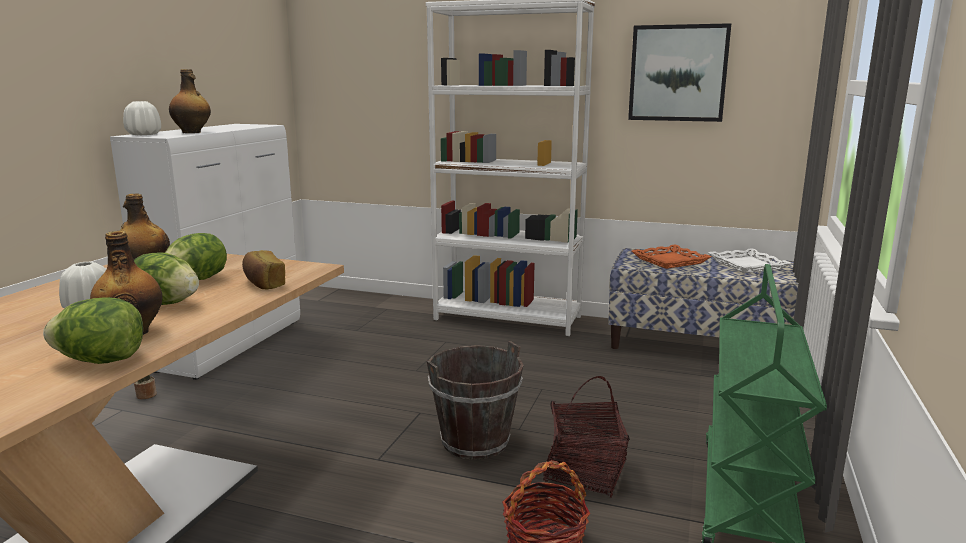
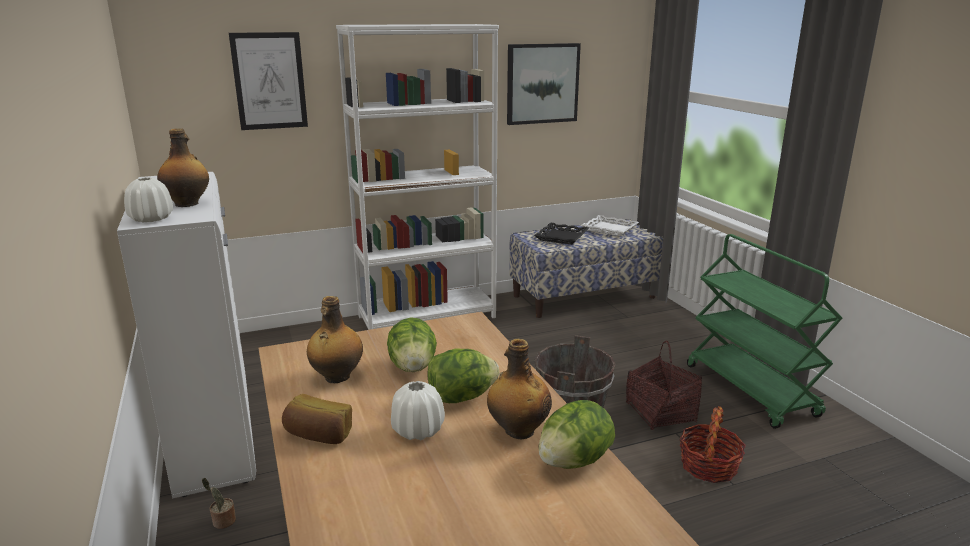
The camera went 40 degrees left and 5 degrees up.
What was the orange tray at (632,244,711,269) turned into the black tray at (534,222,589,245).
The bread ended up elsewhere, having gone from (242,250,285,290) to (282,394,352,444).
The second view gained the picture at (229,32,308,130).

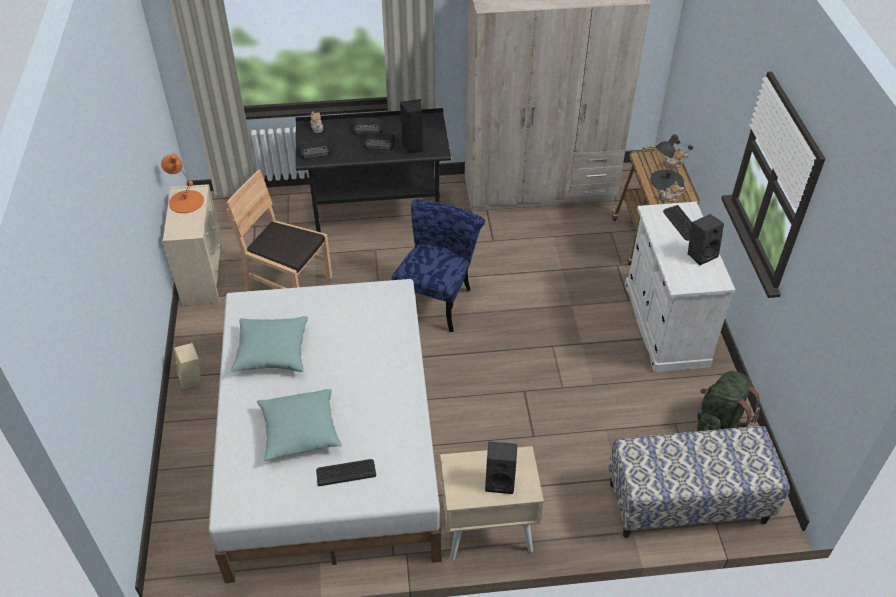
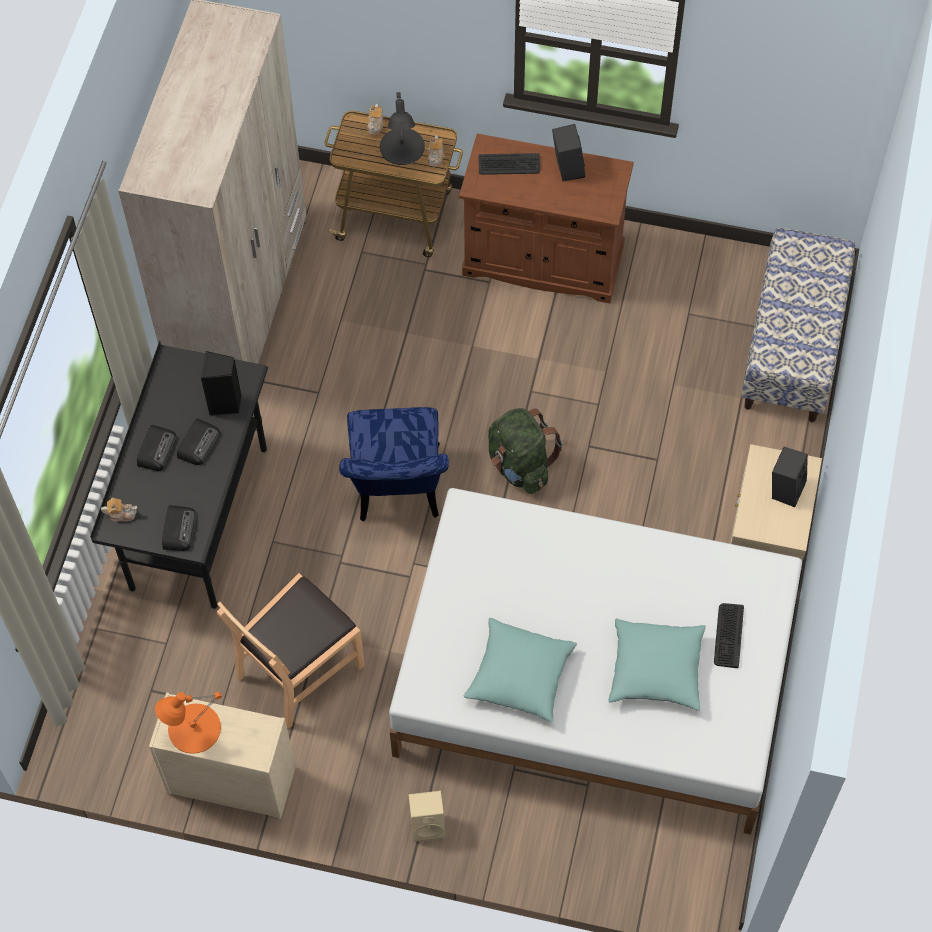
The camera went 70 degrees left and 15 degrees up.
The blue chair at (391,199,485,332) ended up facing another way, 135 degrees counterclockwise from before.
What was the white cabinet at (625,202,735,372) turned into the brown cabinet at (459,134,634,303).
The green backpack ended up elsewhere, having gone from (697,370,760,431) to (488,408,563,494).

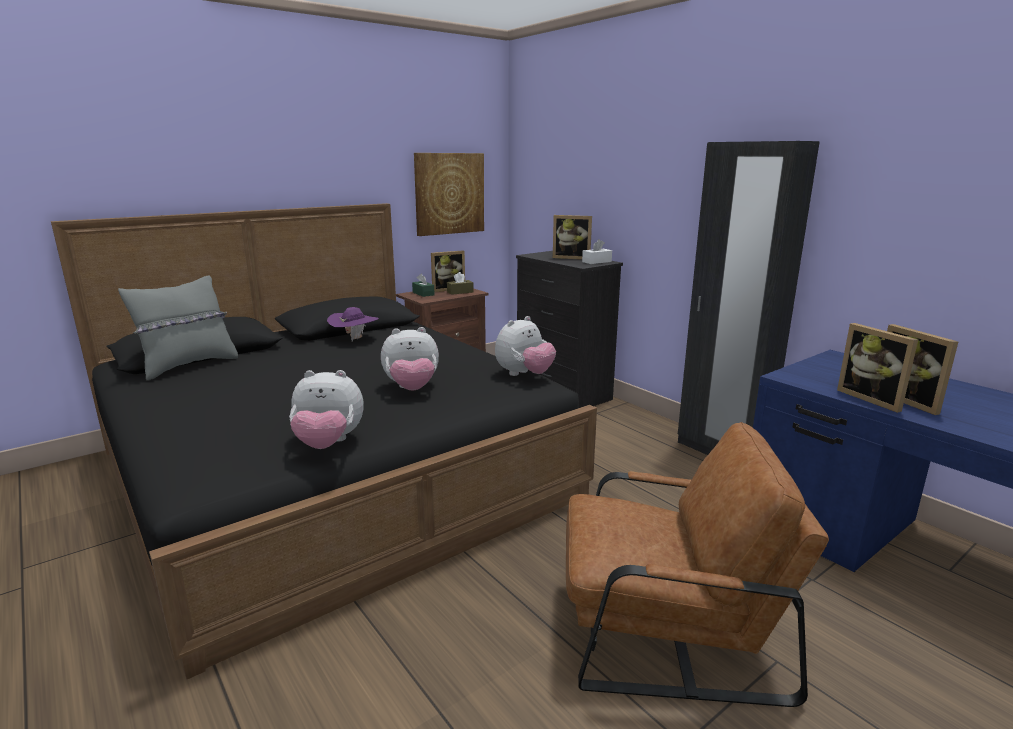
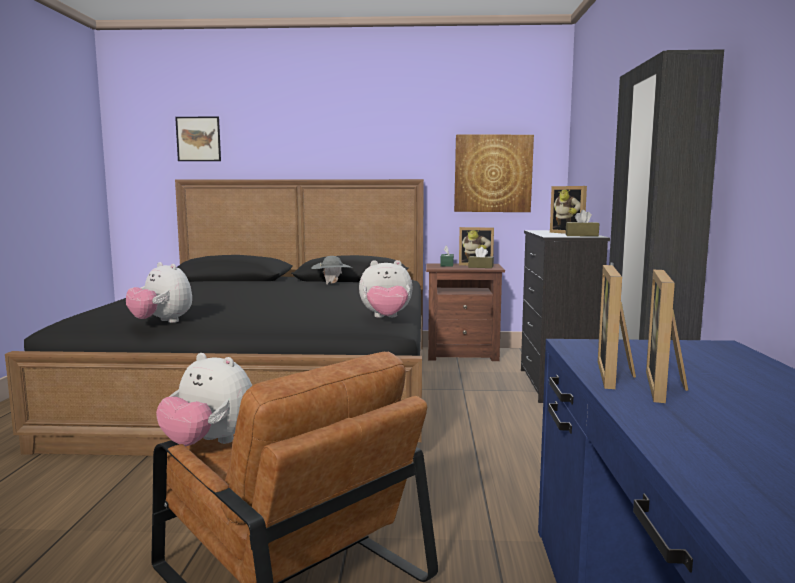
The camera went 40 degrees right and 10 degrees down.
What was the white tissue box at (582,239,612,264) turned into the brown tissue box at (566,210,599,237).
The second view lost the grey pillow at (118,276,238,380).
What was the purple hat at (327,307,379,341) turned into the grey hat at (311,256,352,285).
The plush toy ended up elsewhere, having gone from (381,327,439,390) to (156,353,252,446).
The second view gained the picture at (175,117,221,161).

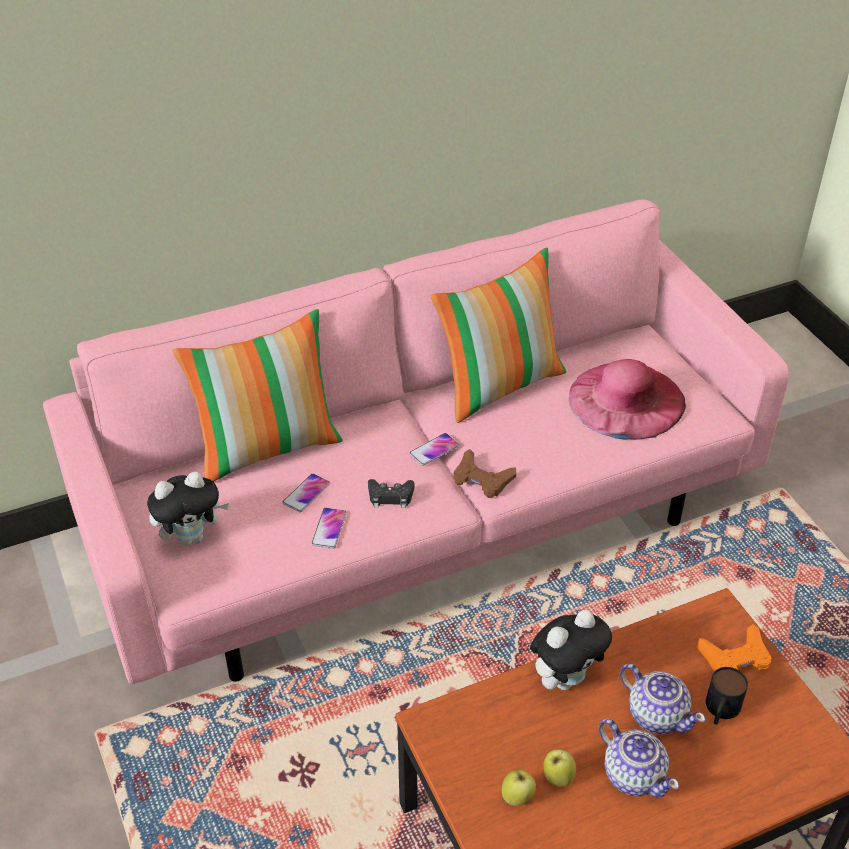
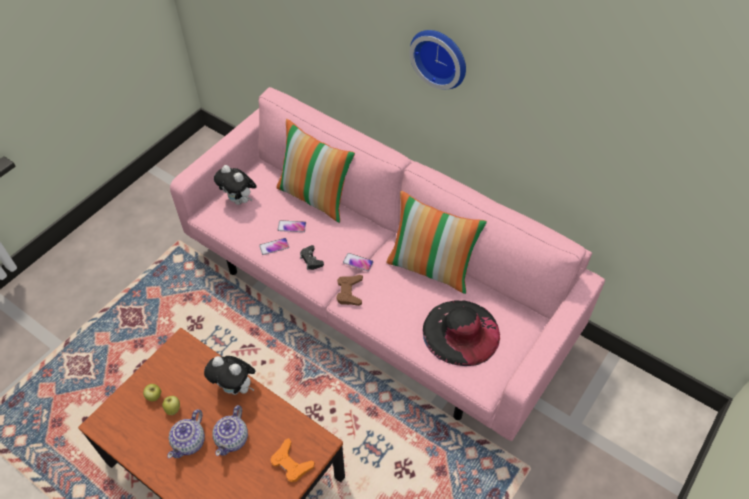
The camera went 60 degrees right and 10 degrees up.
What was the pink hat at (569,359,686,440) turned into the black hat at (423,300,500,366).
The second view lost the mug at (706,667,748,725).
The second view gained the wall clock at (409,30,466,90).

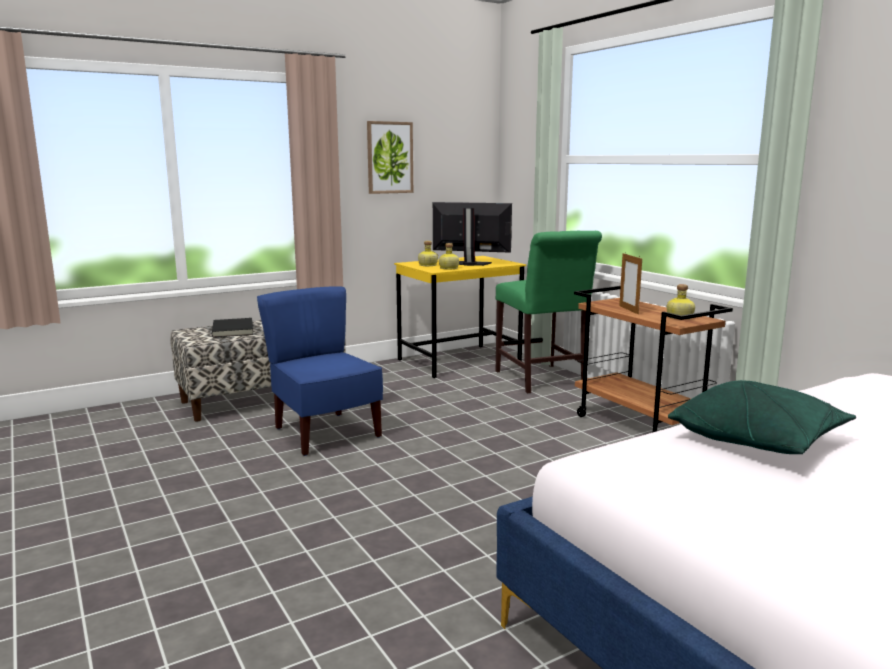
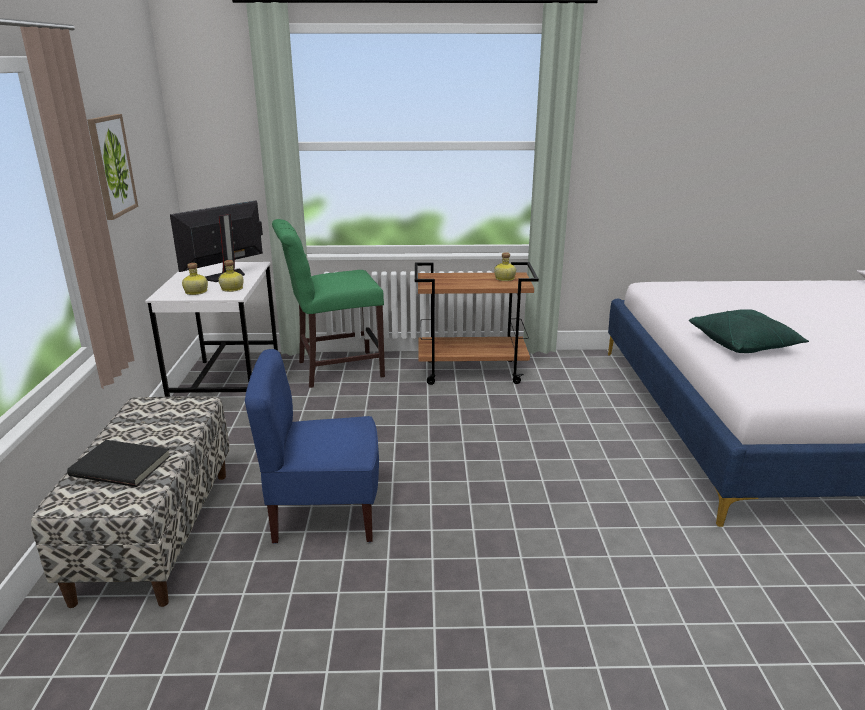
The camera went 60 degrees left and 10 degrees up.
The green chair at (496,230,602,393) ended up facing another way, 150 degrees clockwise from before.
The second view lost the picture frame at (619,253,642,314).
What was the yellow desk at (394,256,526,378) turned into the white desk at (145,262,278,397).

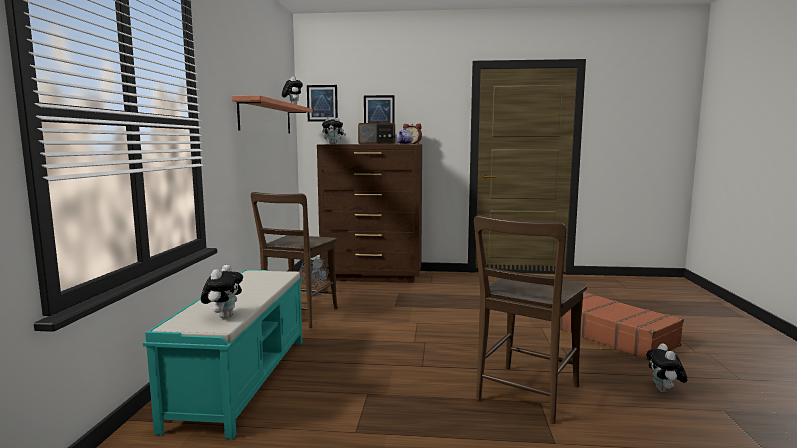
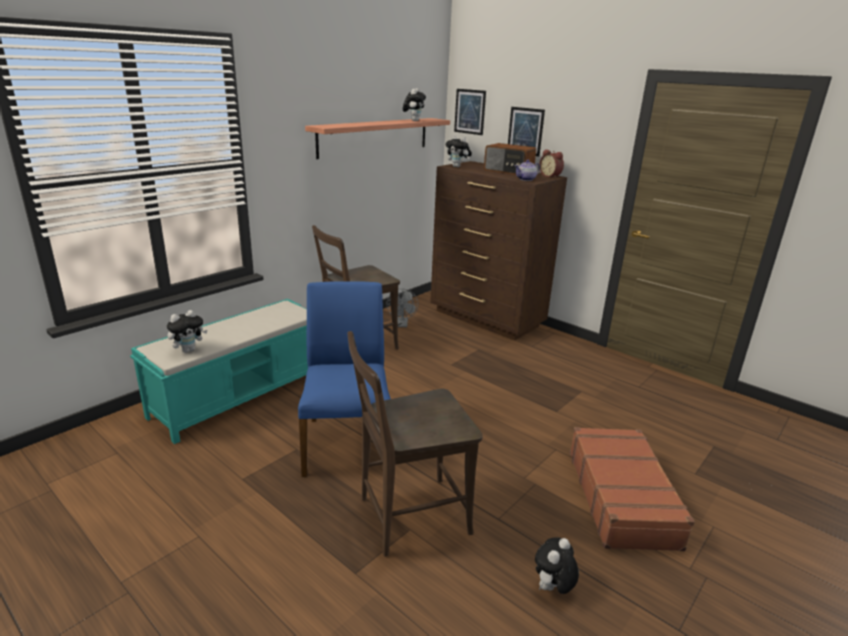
The camera went 35 degrees right and 15 degrees up.
The second view gained the blue chair at (298,281,391,477).

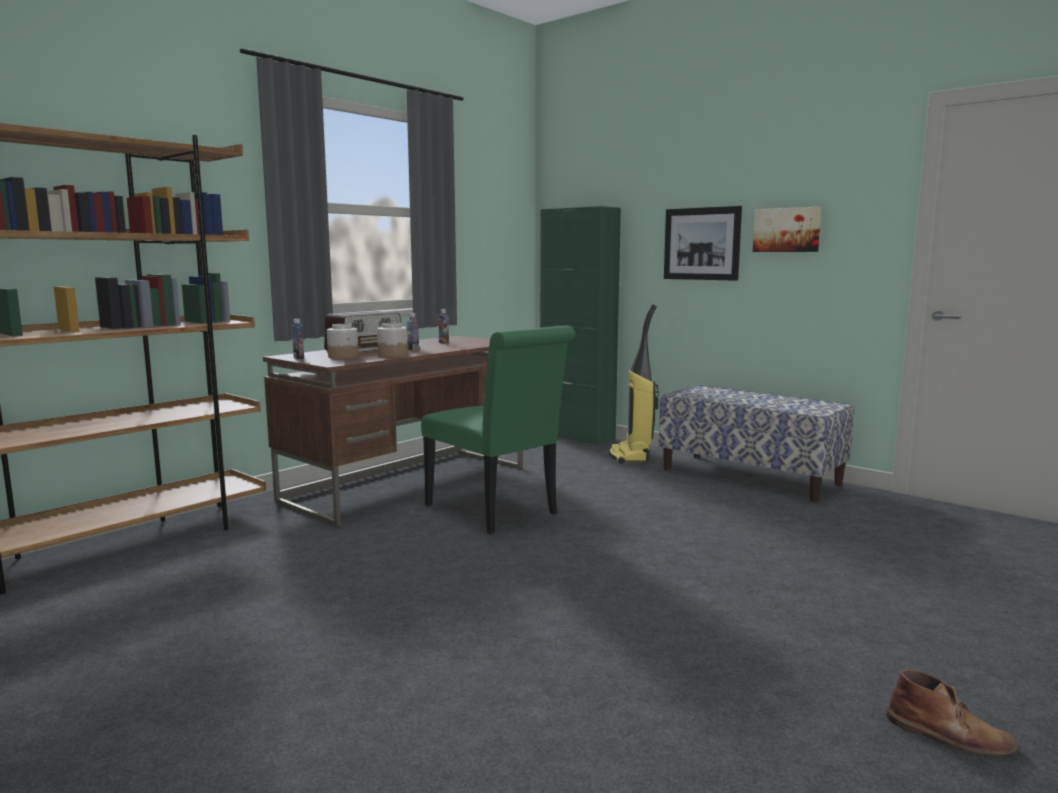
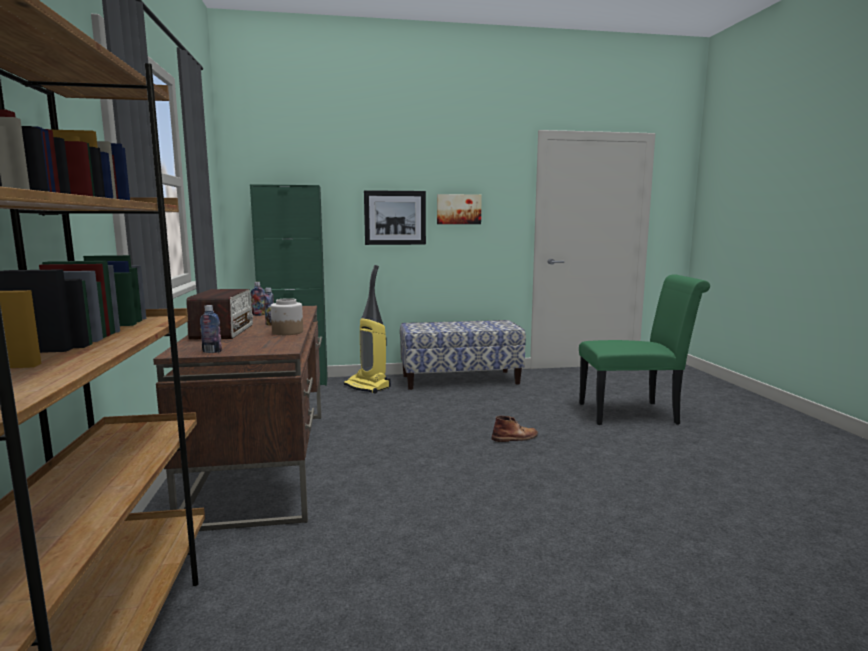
The camera went 50 degrees left and 0 degrees up.
The second view lost the jar at (327,324,359,359).
The green chair ended up elsewhere, having gone from (421,326,575,534) to (579,274,710,425).
The brown boot ended up elsewhere, having gone from (886,669,1019,757) to (492,416,538,442).

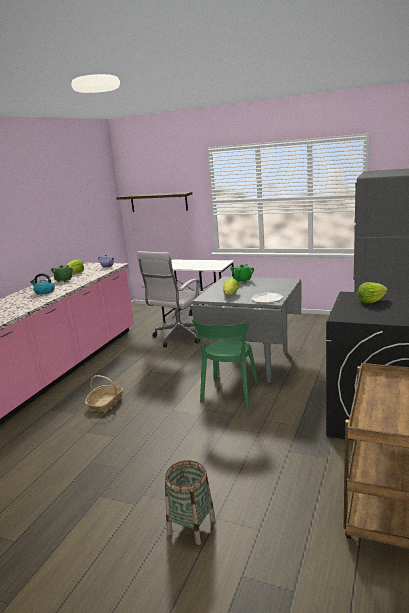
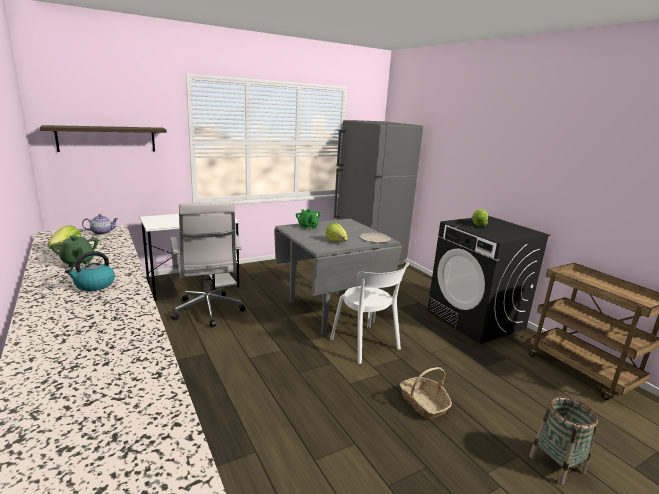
The camera went 55 degrees left and 0 degrees up.
What was the green chair at (192,320,259,407) turned into the white chair at (330,261,409,364).
The basket ended up elsewhere, having gone from (85,375,123,412) to (399,367,452,419).

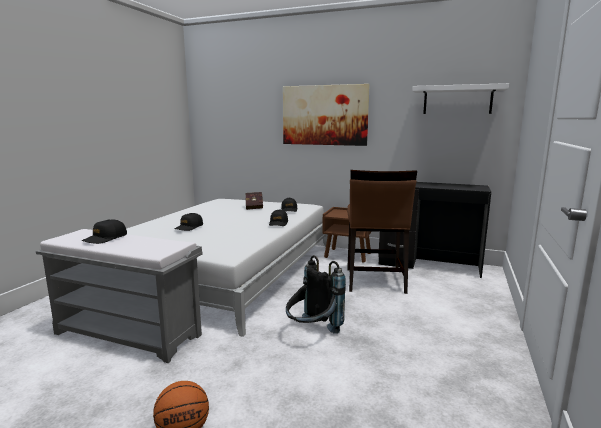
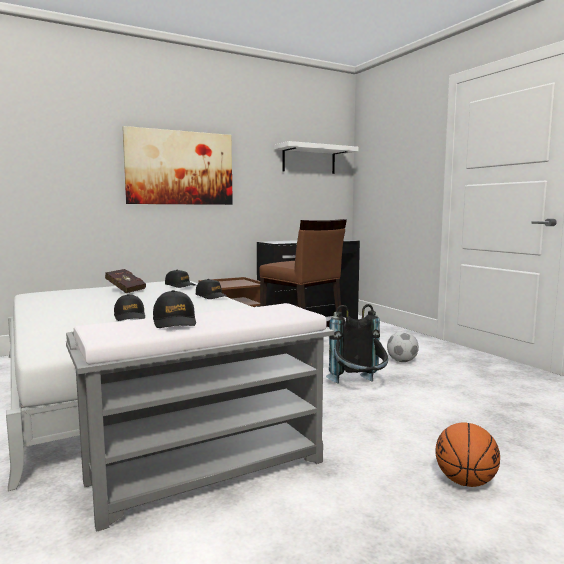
The camera went 50 degrees left and 5 degrees down.
The second view gained the football at (387,331,419,362).

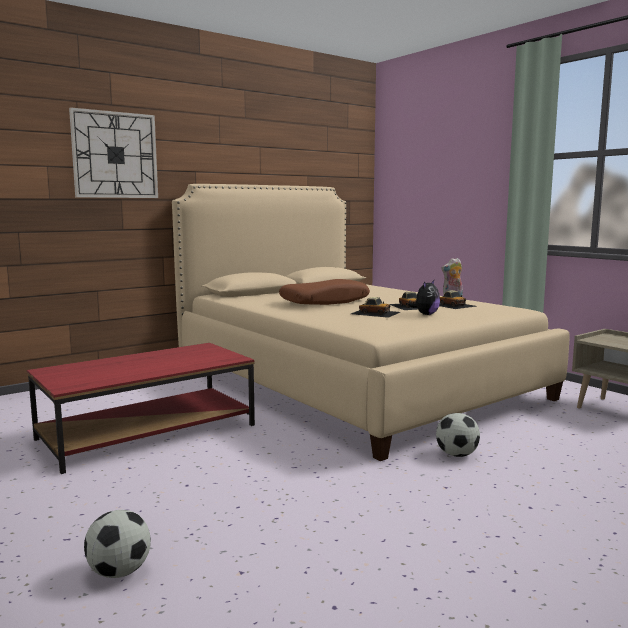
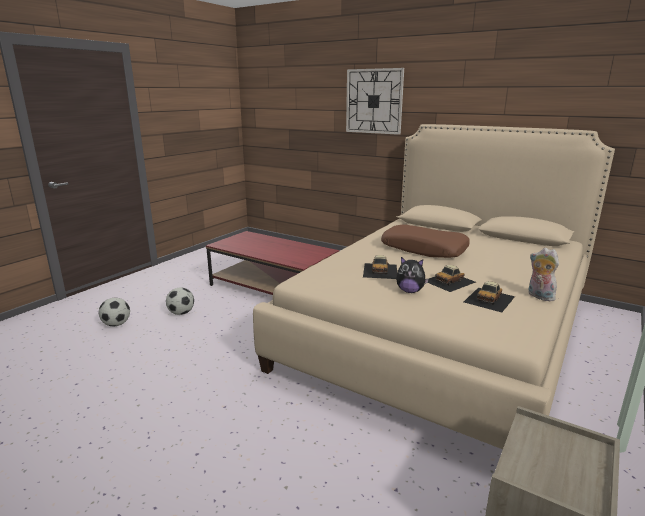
The camera went 70 degrees right and 10 degrees up.
The football ended up elsewhere, having gone from (436,413,480,457) to (166,288,194,315).

